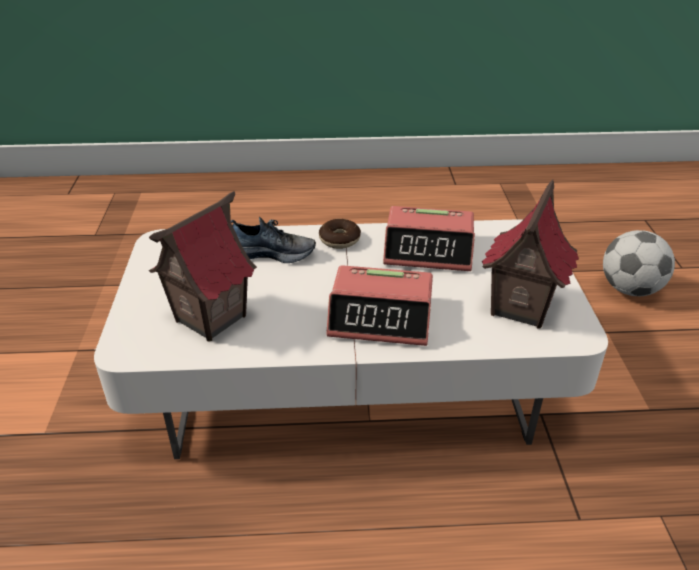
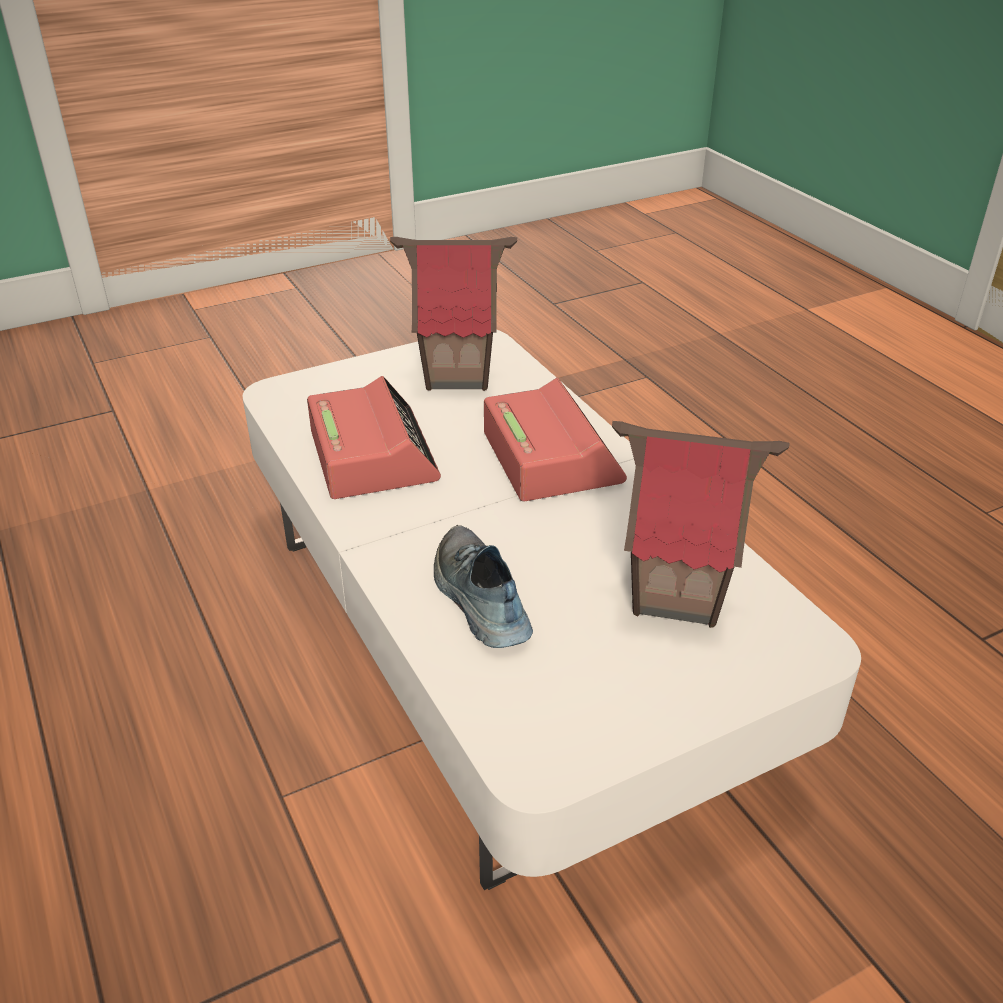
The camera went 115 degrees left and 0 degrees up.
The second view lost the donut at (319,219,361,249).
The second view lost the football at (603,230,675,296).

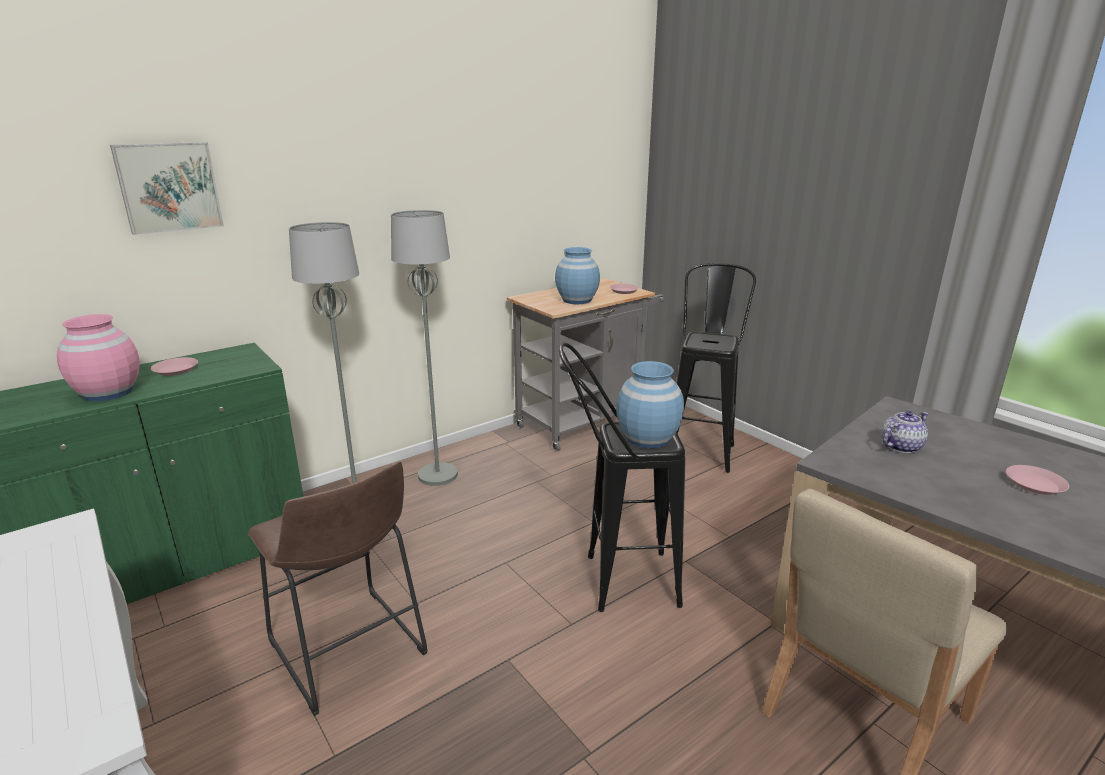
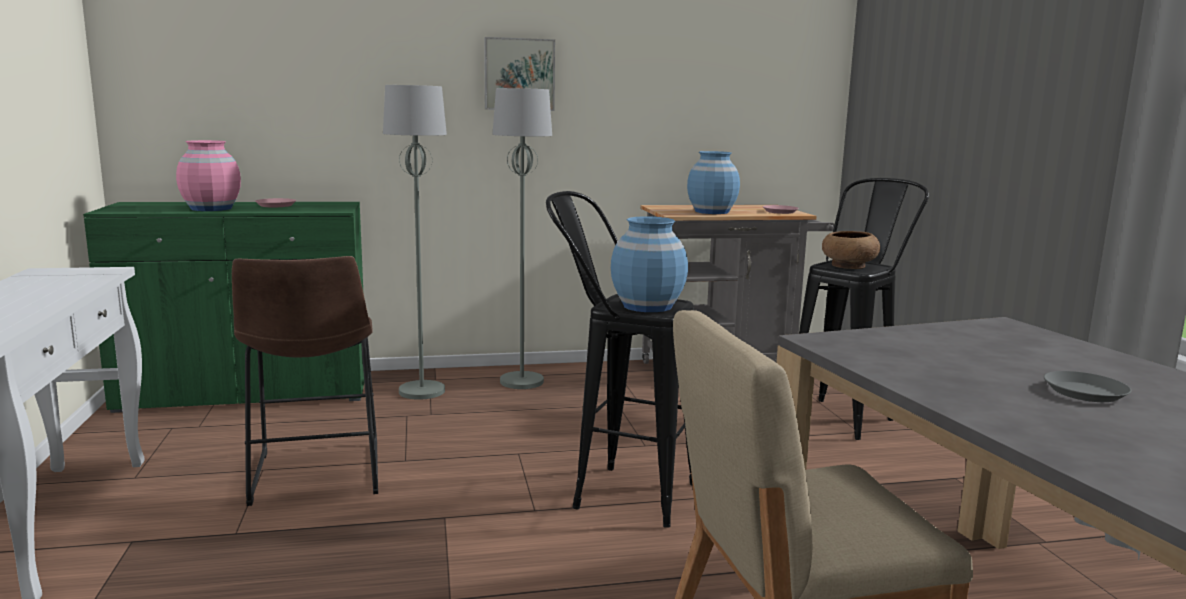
The camera went 25 degrees right and 10 degrees down.
The picture ended up elsewhere, having gone from (110,142,224,235) to (484,37,555,111).
The second view lost the teapot at (882,411,929,453).
What was the pink plate at (1006,465,1069,495) turned into the grey plate at (1044,371,1131,402).
The second view gained the brown bowl at (822,231,880,269).

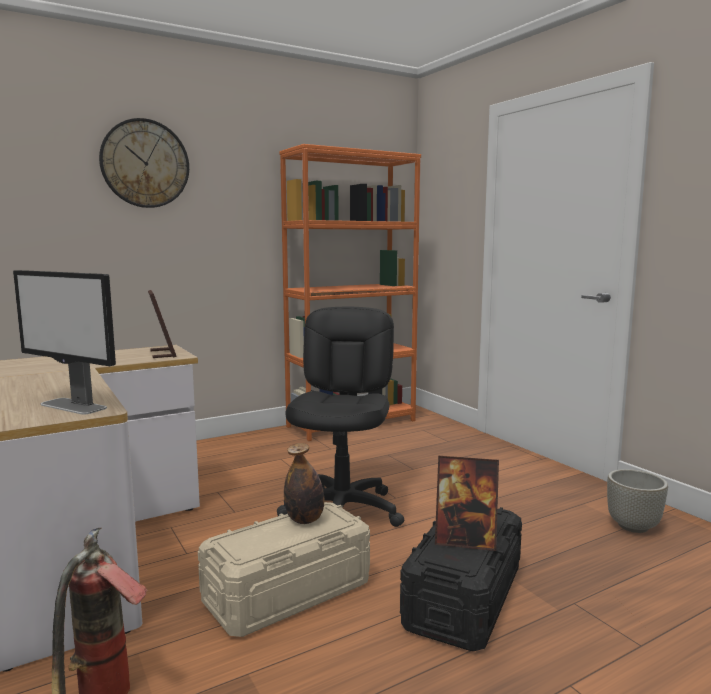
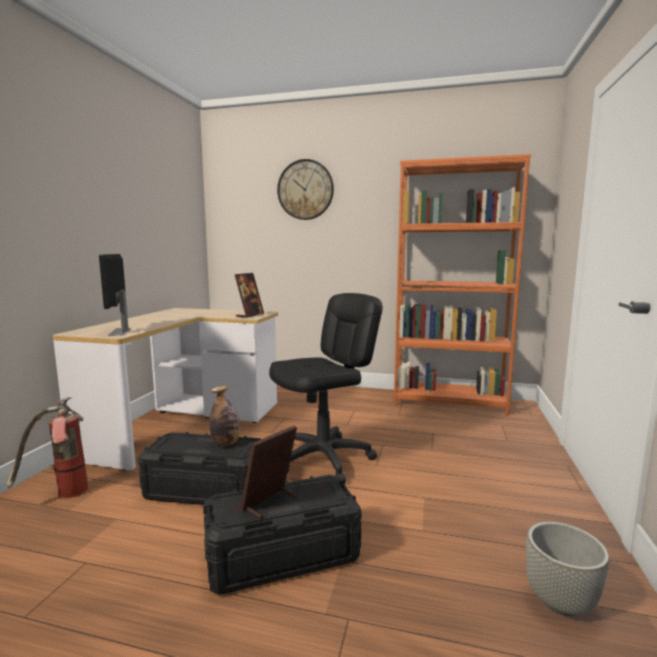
The camera went 45 degrees right and 0 degrees up.
The picture frame at (435,456,499,551) ended up facing another way, 75 degrees clockwise from before.
What was the beige storage box at (198,502,370,637) turned into the black storage box at (138,432,261,505).

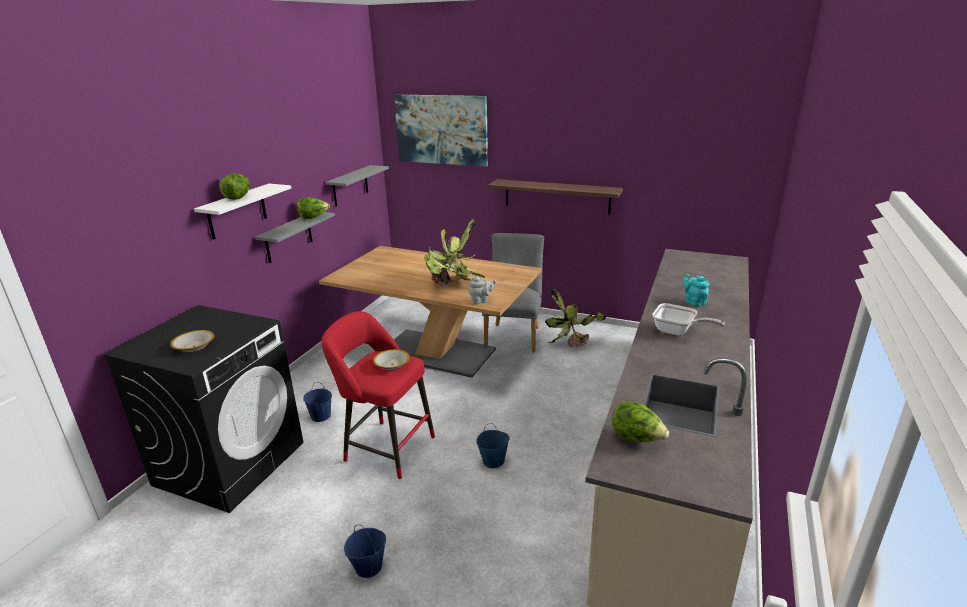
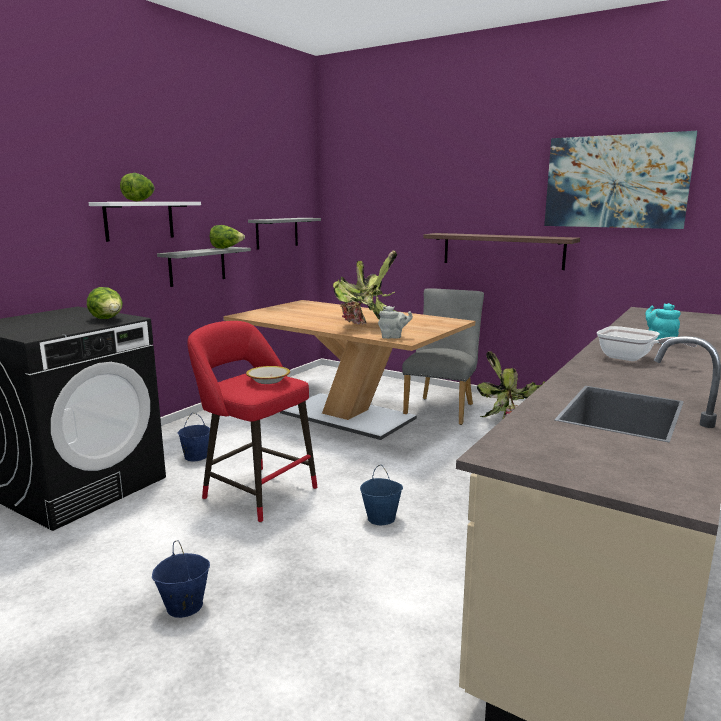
The camera went 10 degrees right and 10 degrees down.
The picture ended up elsewhere, having gone from (394,94,488,167) to (544,131,697,229).
The second view lost the bowl at (170,330,214,352).
The lettuce ended up elsewhere, having gone from (612,400,669,442) to (87,287,123,319).

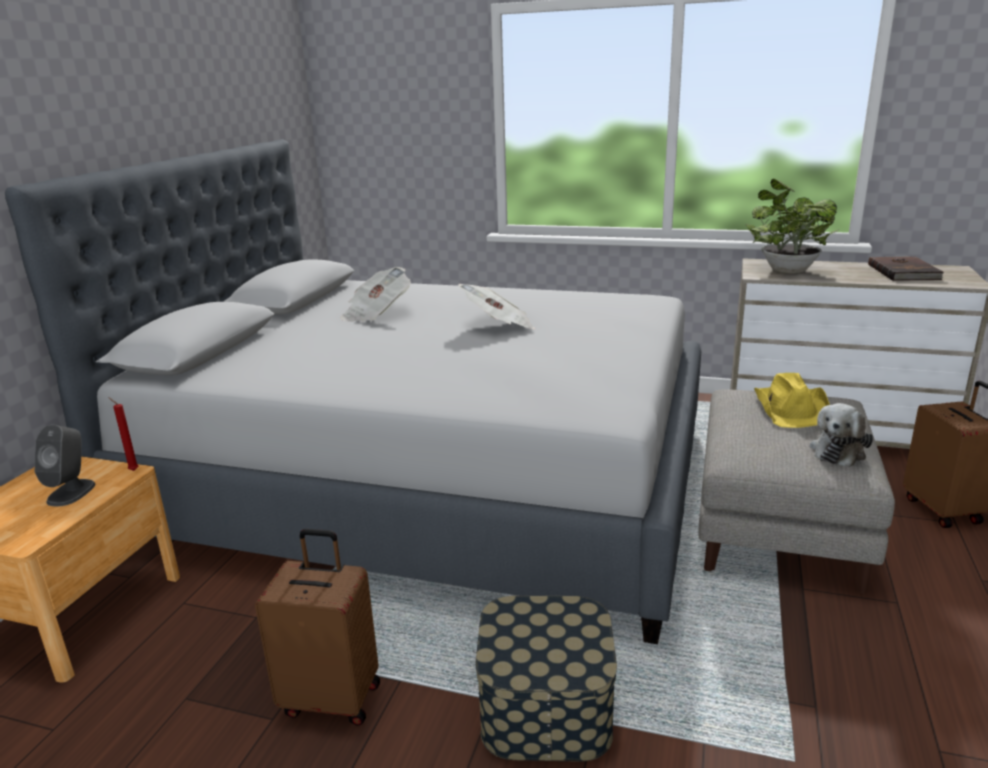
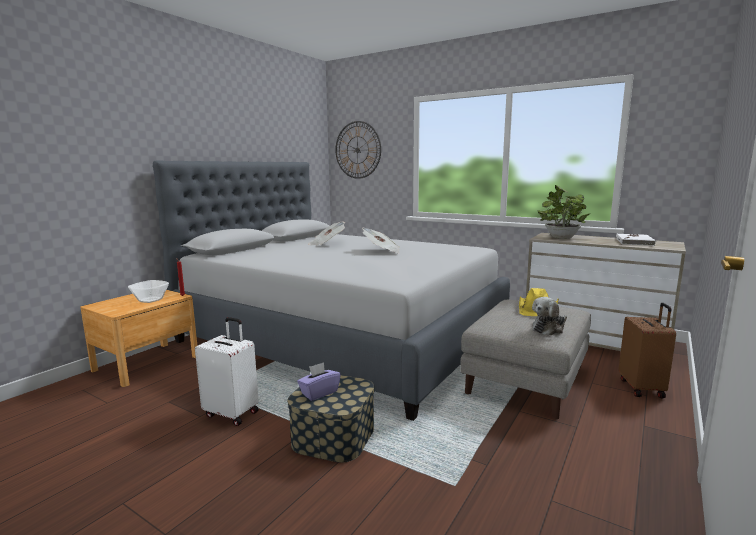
The camera went 15 degrees right and 10 degrees down.
What was the brown book at (868,256,944,281) turned into the white book at (616,234,656,246).
Where the grey speaker stood at (35,425,96,506), the bowl came to stand at (128,280,169,303).
What was the brown suitcase at (255,529,380,726) turned into the white suitcase at (195,317,259,426).
The second view gained the wall clock at (335,121,381,179).
The second view gained the purple tissue box at (297,362,341,401).

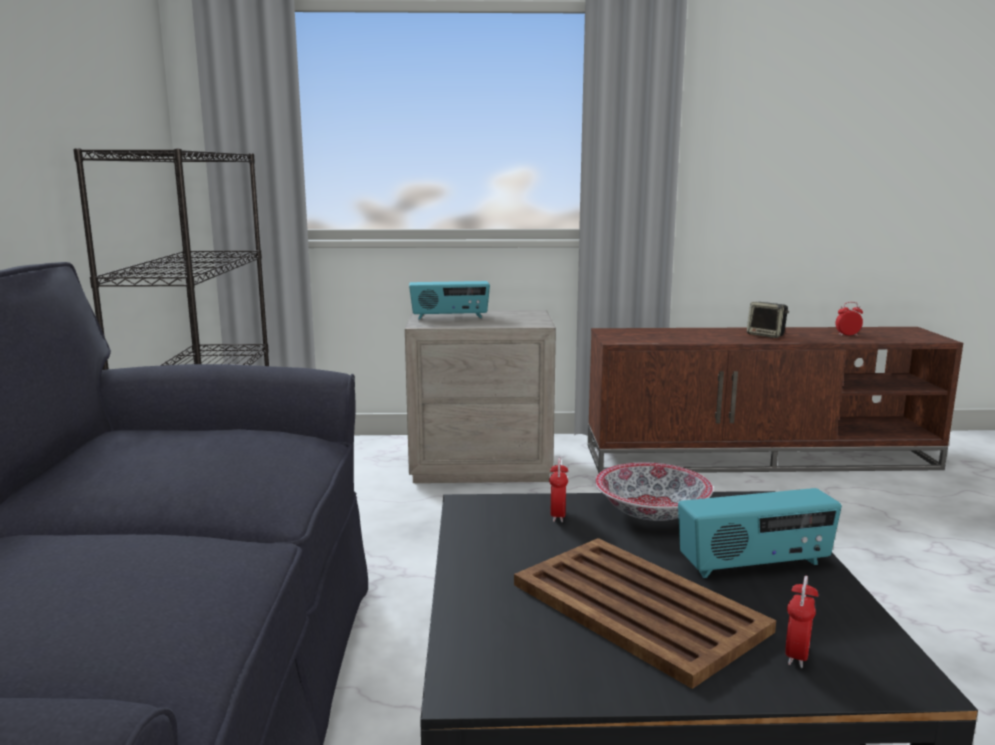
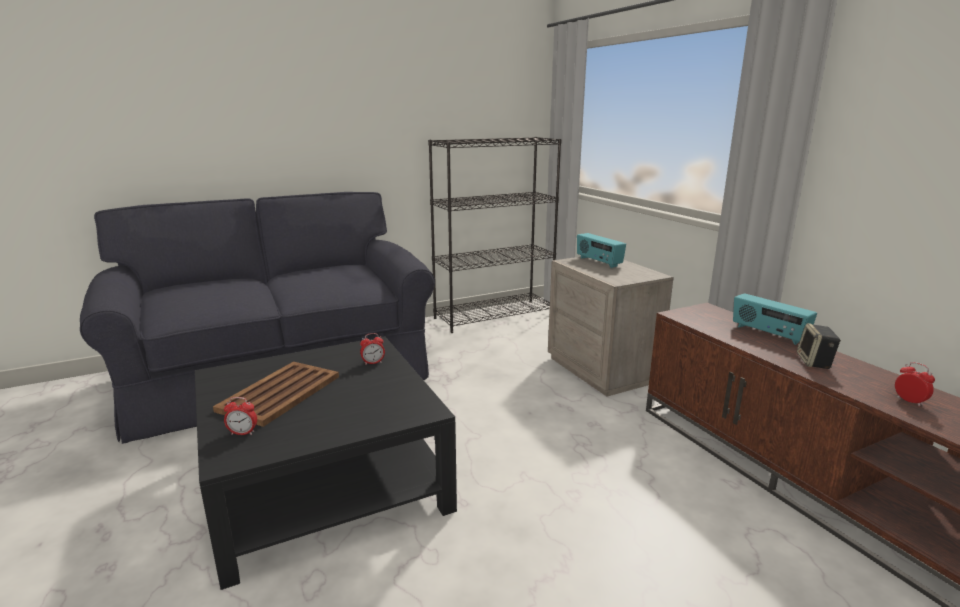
The camera went 65 degrees right and 5 degrees up.
The second view lost the bowl at (595,463,713,521).
The radio ended up elsewhere, having gone from (678,488,842,578) to (733,293,817,345).

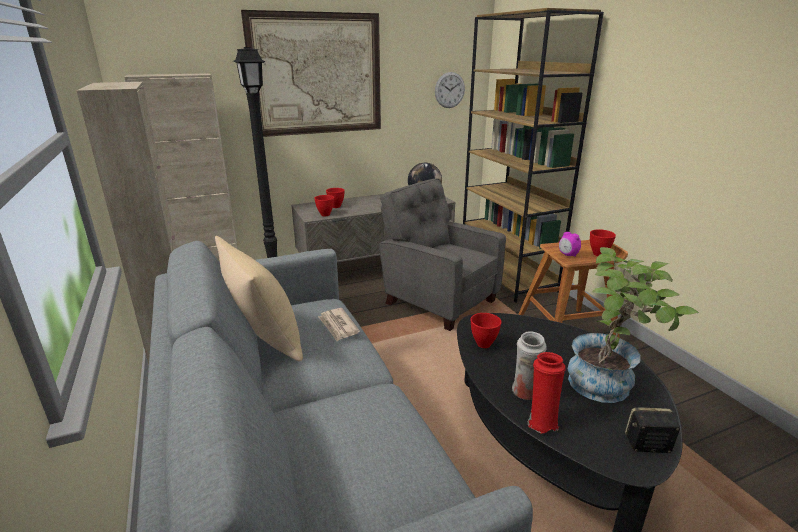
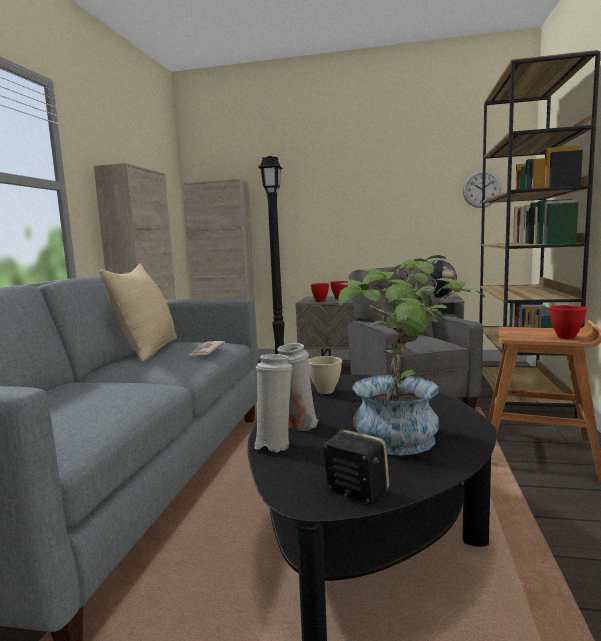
The camera went 35 degrees right and 15 degrees down.
The second view lost the picture at (241,10,381,137).
The second view lost the alarm clock at (559,232,581,257).
What was the red bowl at (471,313,502,348) turned into the beige bowl at (308,356,342,394).
What was the red vase at (528,352,566,433) turned into the white vase at (254,354,292,452).

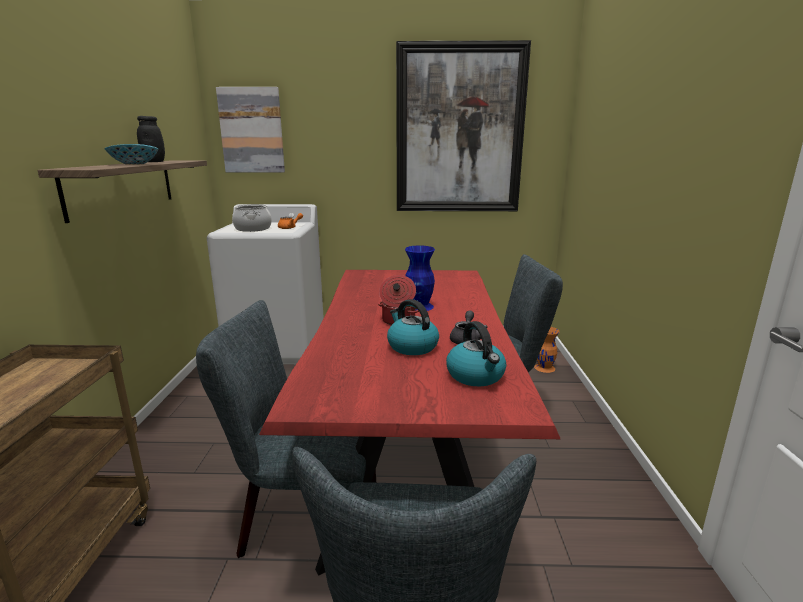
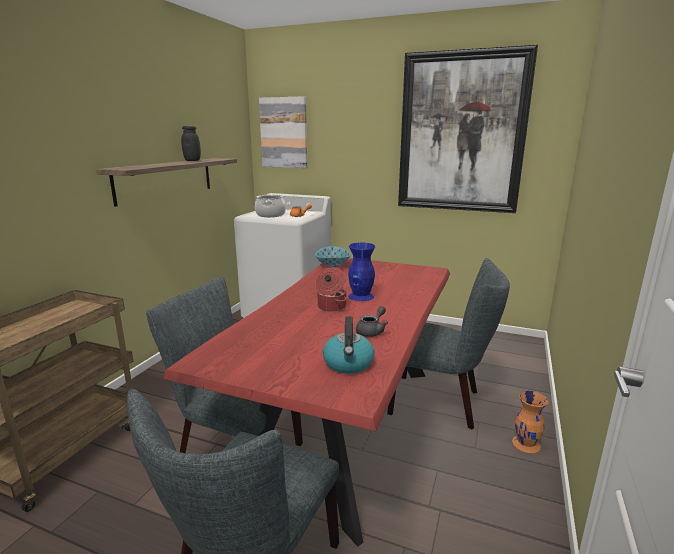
The camera went 20 degrees right and 0 degrees up.
The bowl ended up elsewhere, having gone from (104,144,159,165) to (315,246,350,267).
The second view lost the kettle at (387,299,439,355).
The orange vase ended up elsewhere, having gone from (534,327,560,373) to (512,391,549,453).

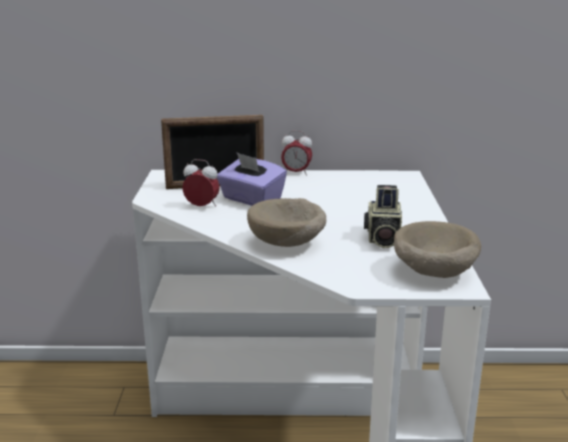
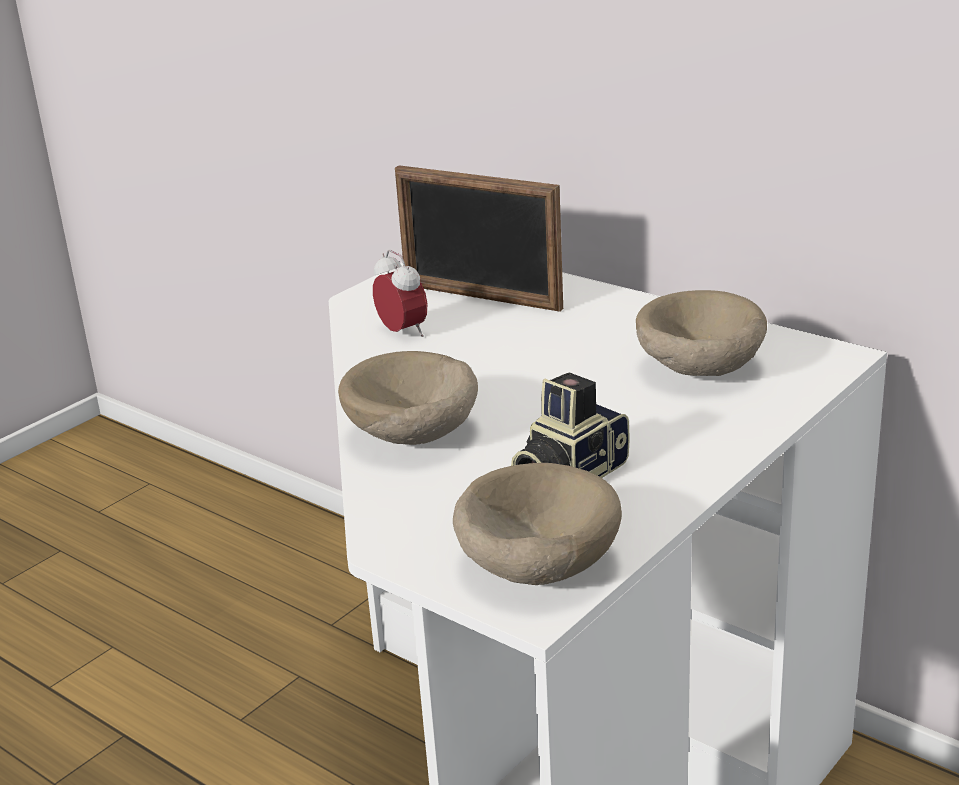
The camera went 40 degrees right and 5 degrees up.
The second view lost the alarm clock at (281,131,312,176).
The second view lost the purple tissue box at (217,153,287,206).
The second view gained the beige bowl at (636,290,767,376).

